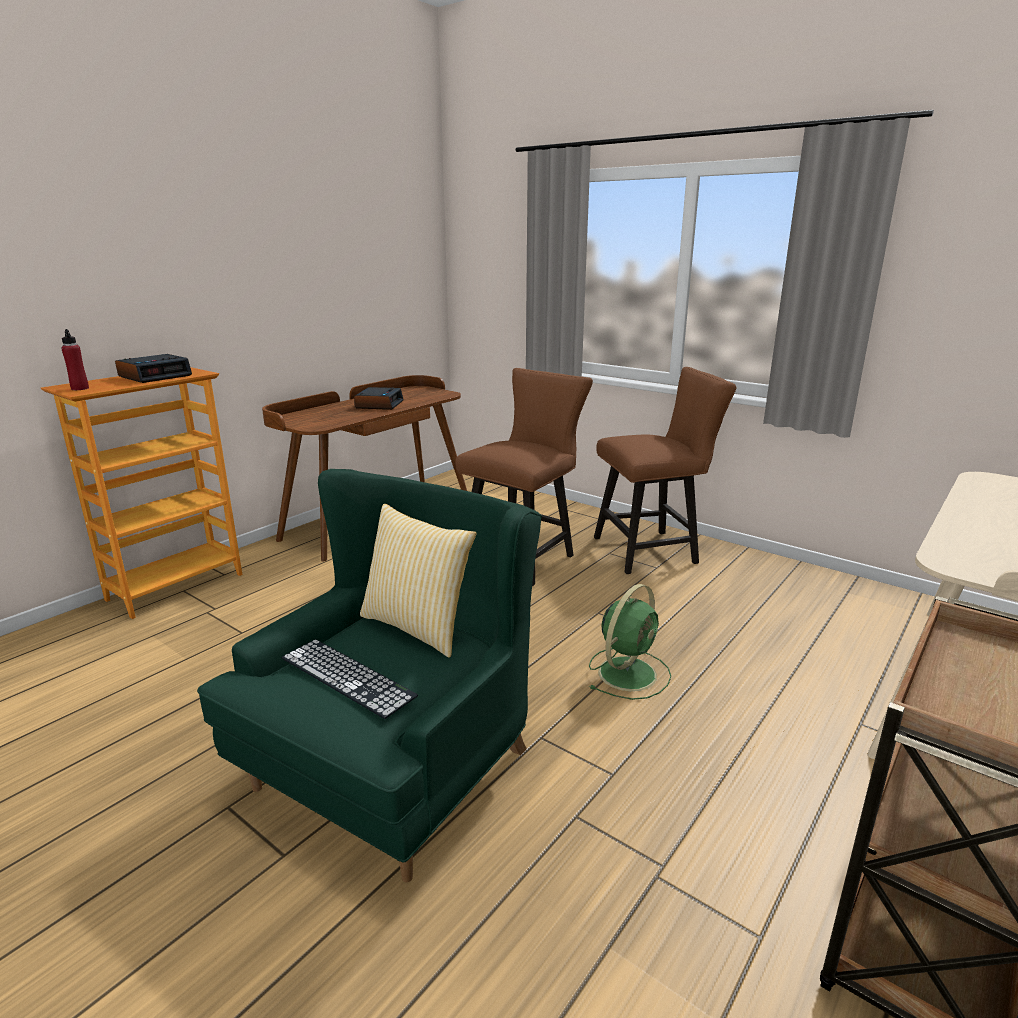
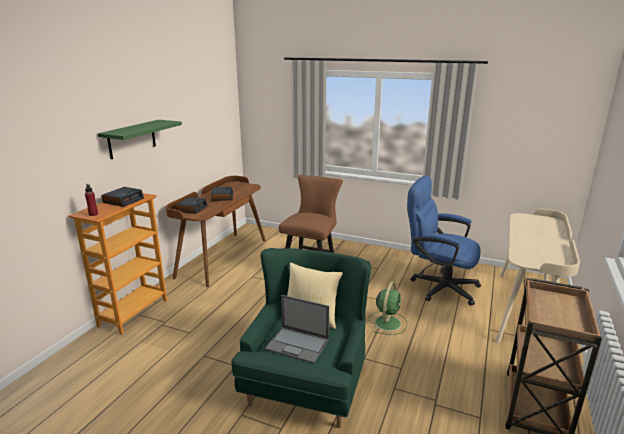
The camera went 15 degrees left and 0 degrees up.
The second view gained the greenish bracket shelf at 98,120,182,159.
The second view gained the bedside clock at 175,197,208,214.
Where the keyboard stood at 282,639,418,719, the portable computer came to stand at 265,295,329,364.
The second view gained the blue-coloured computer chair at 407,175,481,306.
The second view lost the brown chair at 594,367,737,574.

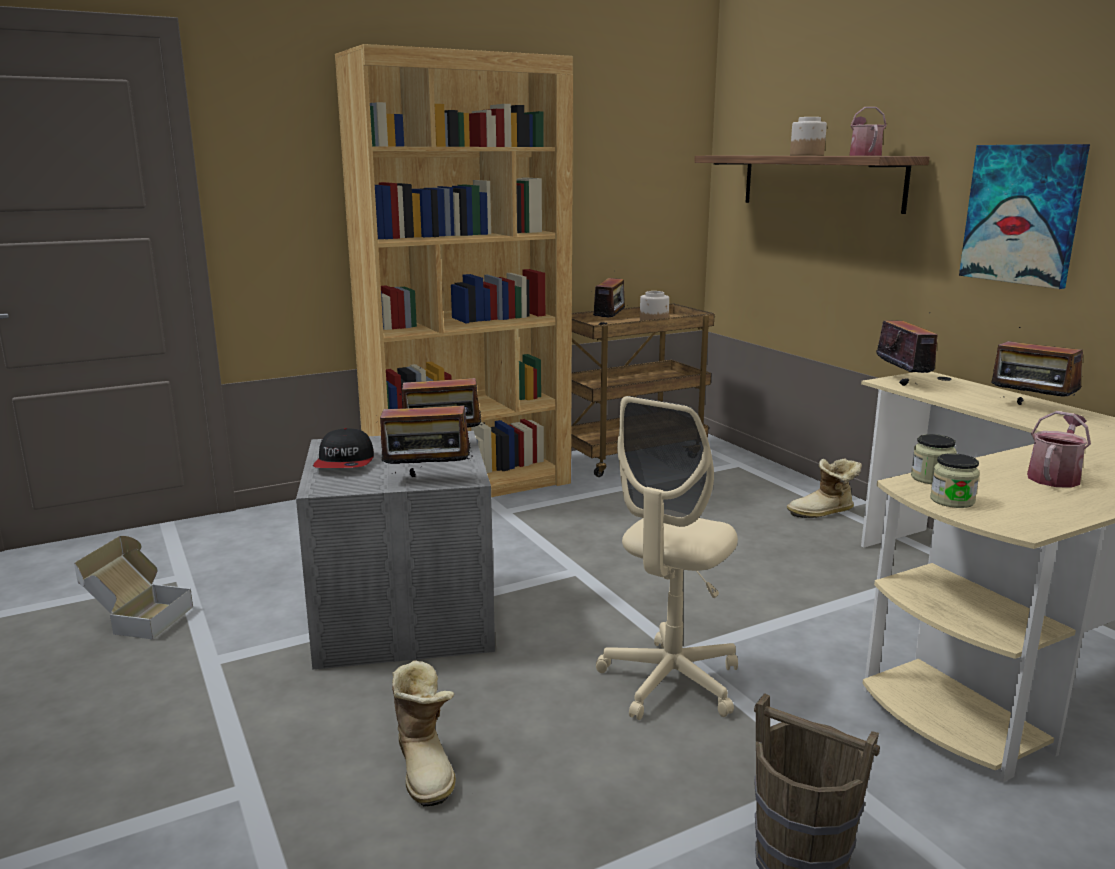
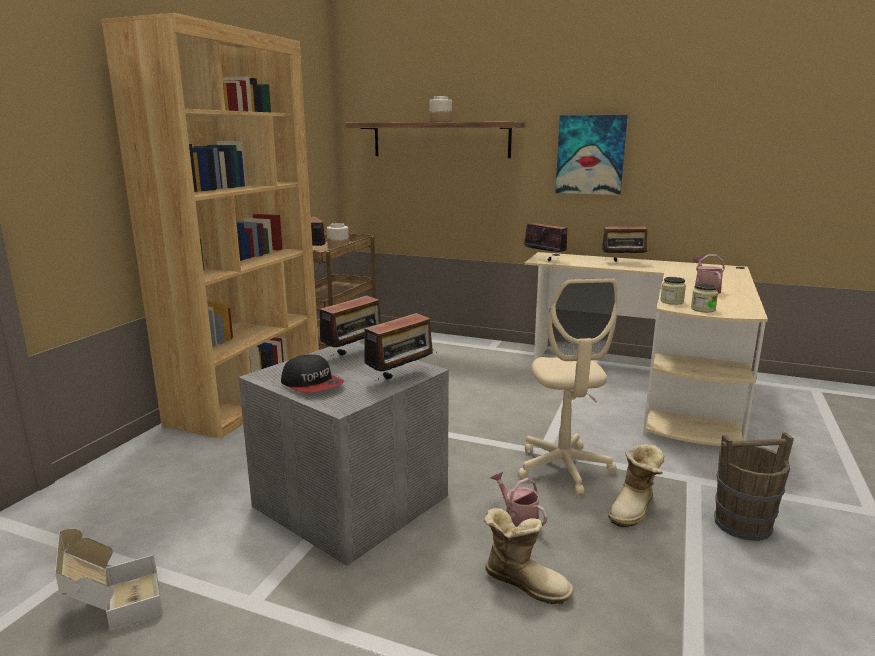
The camera went 40 degrees left and 0 degrees up.
The sprinkling can ended up elsewhere, having gone from 849,107,887,156 to 491,472,548,527.
The high-top boot ended up elsewhere, having gone from 787,458,862,518 to 608,444,665,527.

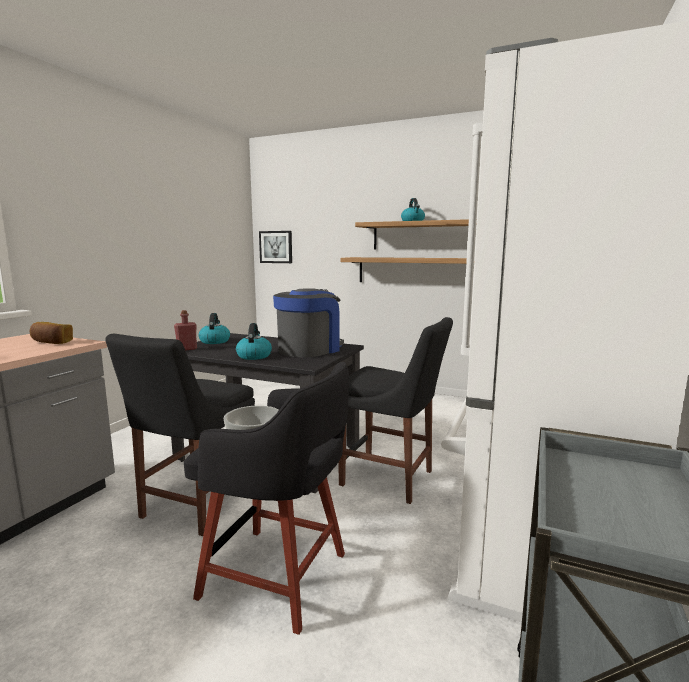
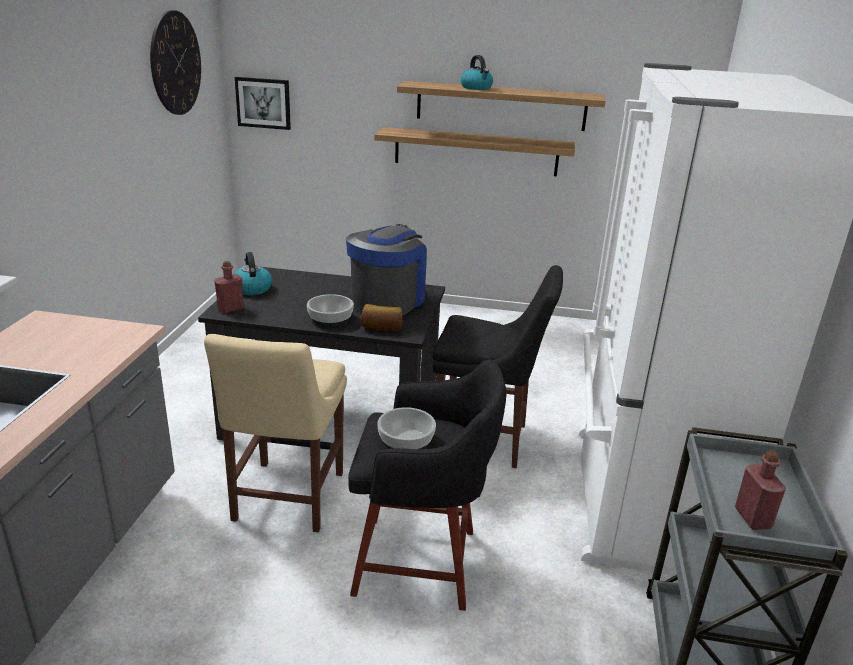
The camera went 15 degrees left and 15 degrees up.
The second view gained the hanging clock at 150,10,201,115.
What was the black chair at 105,334,255,536 turned into the sand-coloured chair at 204,334,347,532.
Where the water kettle stood at 236,323,272,360, the serving bowl came to stand at 307,294,354,327.
The bakery bread ended up elsewhere, having gone from 30,322,73,344 to 360,304,402,331.
The second view gained the reddish beverage bottle at 735,451,786,530.

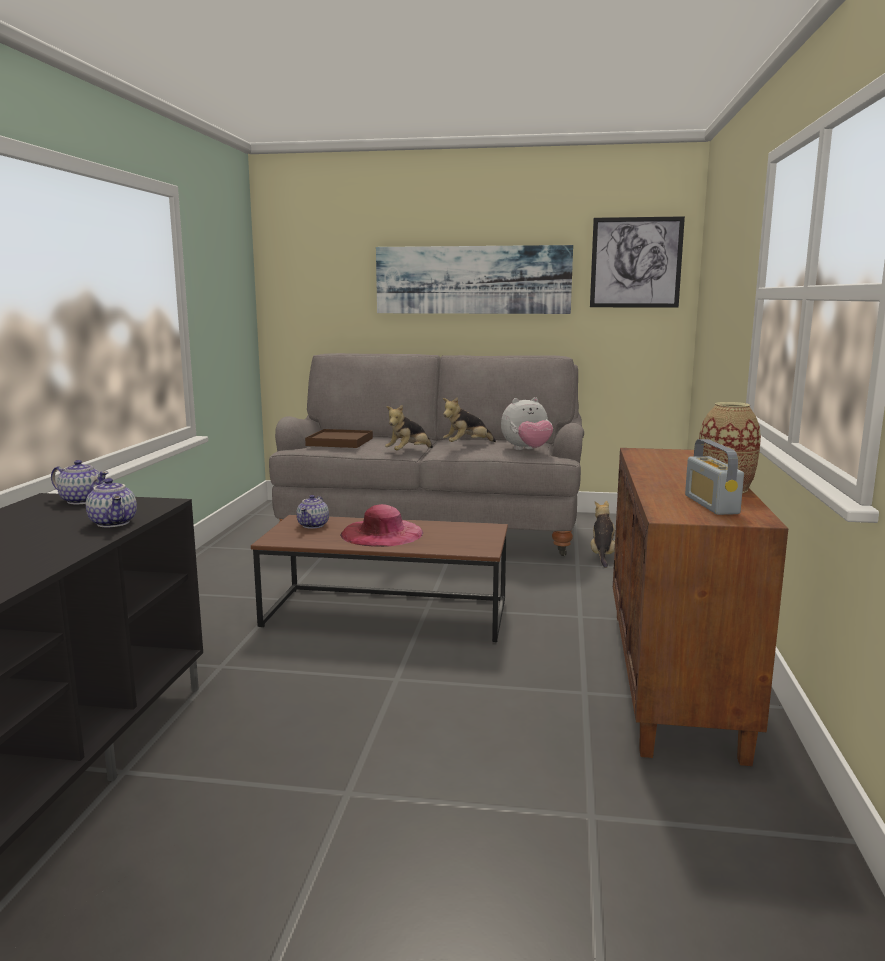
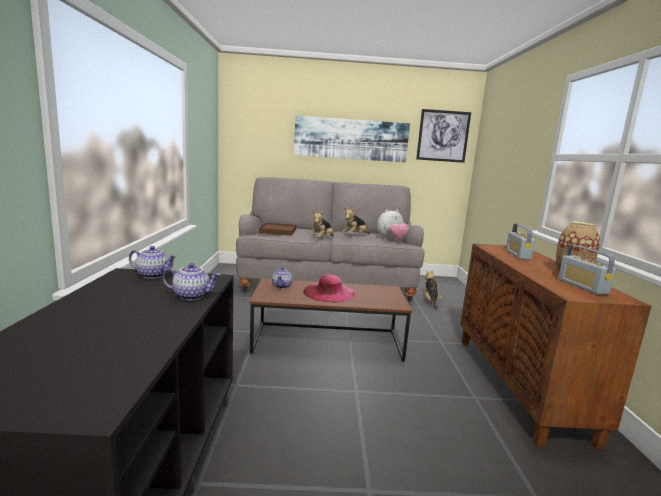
The camera went 10 degrees left and 0 degrees up.
The tea pot at 86,478,137,527 ended up facing another way, 45 degrees counterclockwise from before.
The second view gained the radio at 506,224,535,260.

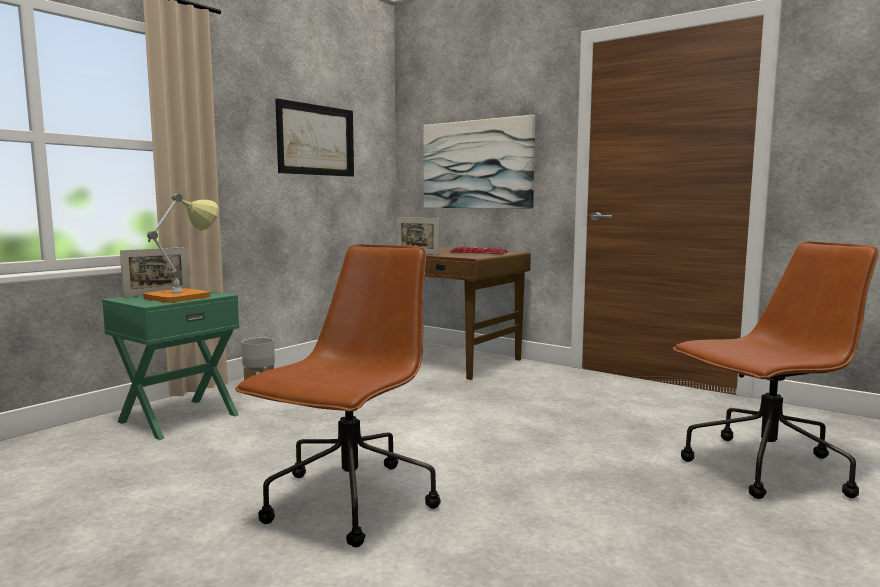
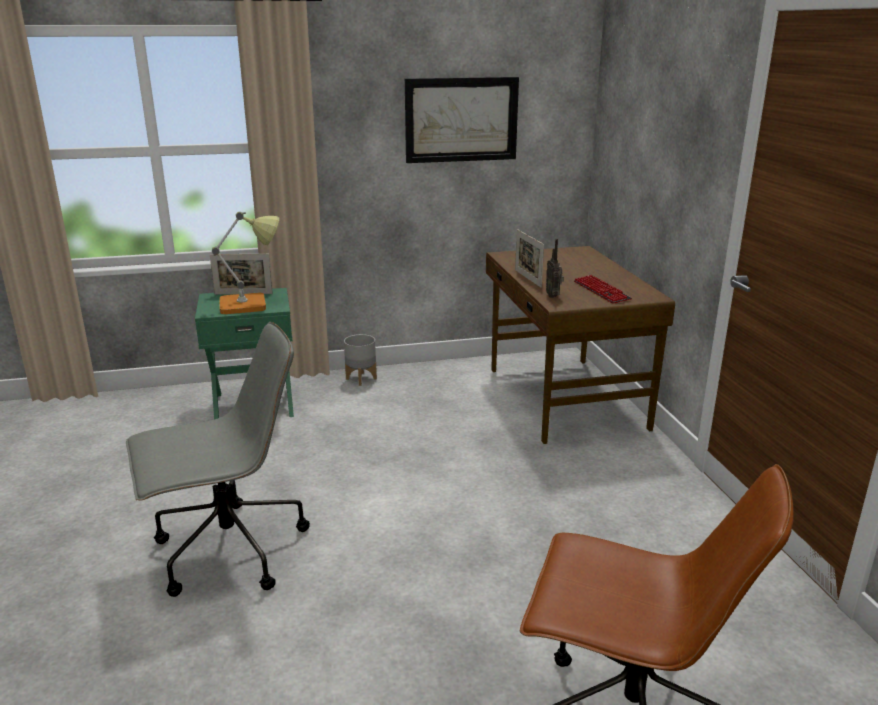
The camera went 40 degrees right and 15 degrees up.
What was the brown computer chair at 235,244,441,547 turned into the greyish computer chair at 126,322,310,597.
The second view gained the radio at 546,239,564,298.
The second view lost the wall picture at 423,115,535,209.

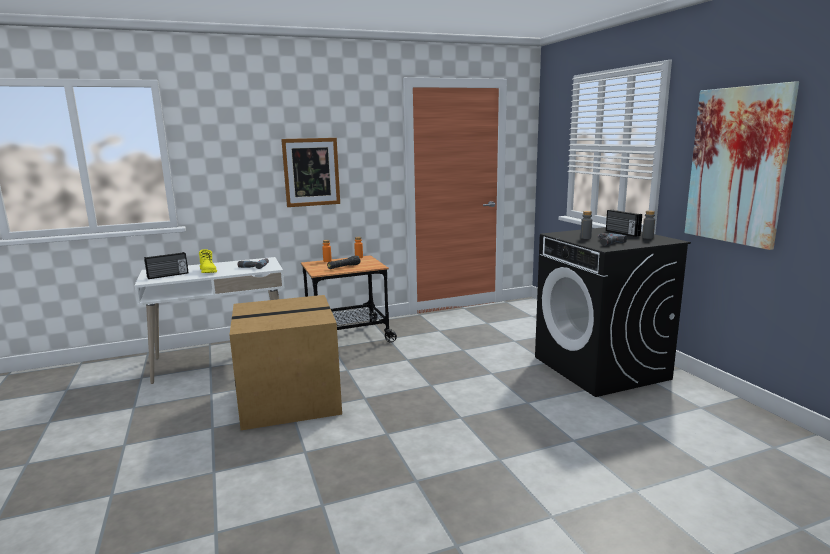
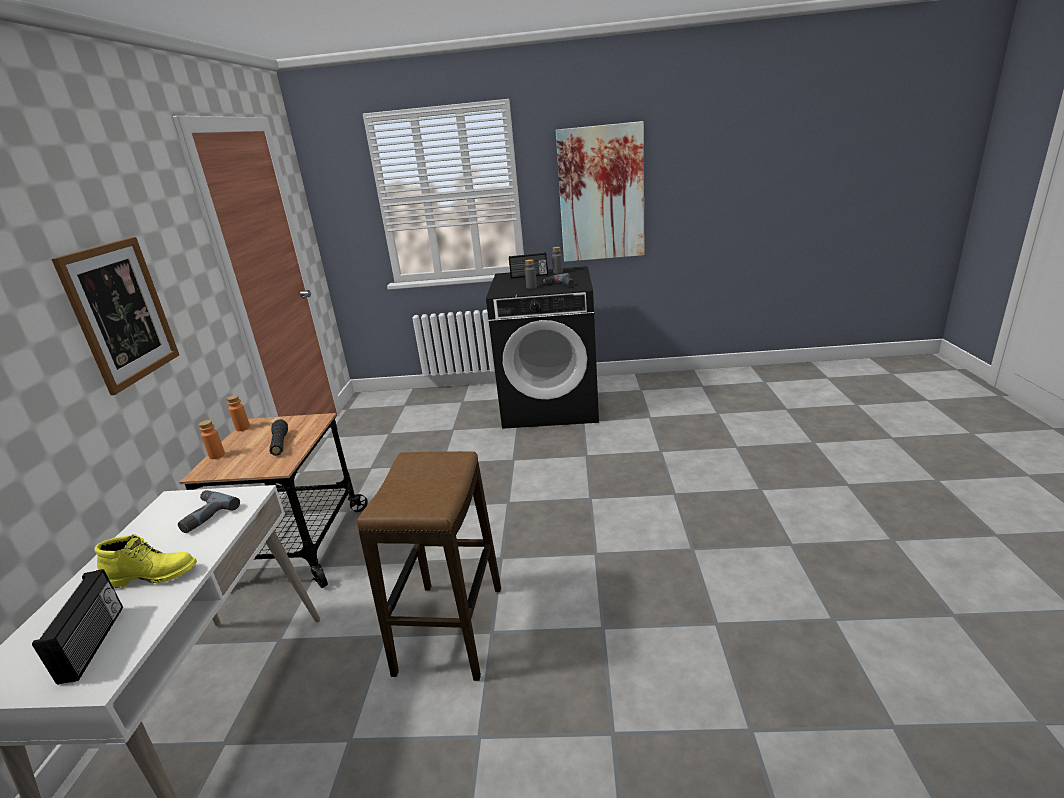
The camera went 65 degrees left and 10 degrees up.
Where the packing box stood at 229,295,342,430, the stool seat came to stand at 357,451,501,681.

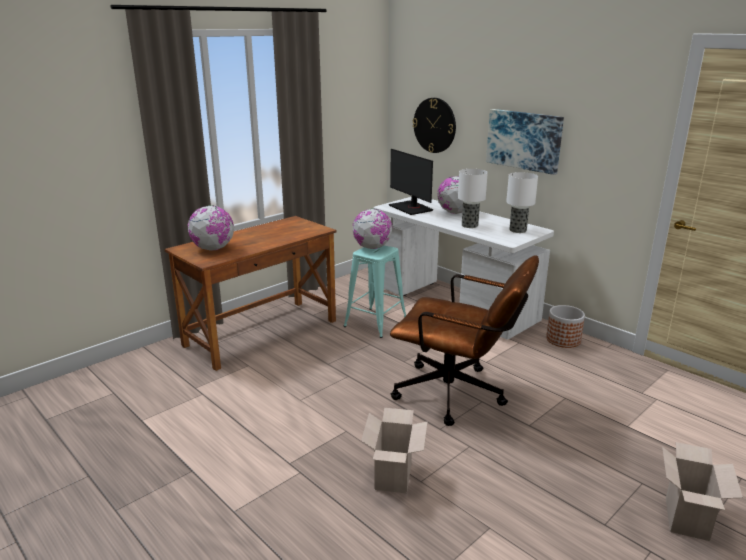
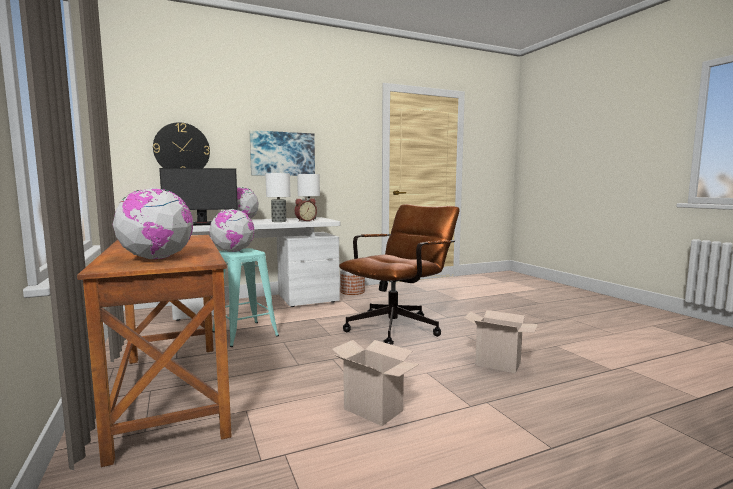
The camera went 70 degrees left and 15 degrees down.
The second view gained the bedside clock at 295,198,317,221.
The packing box ended up elsewhere, having gone from 662,442,743,541 to 332,340,419,426.

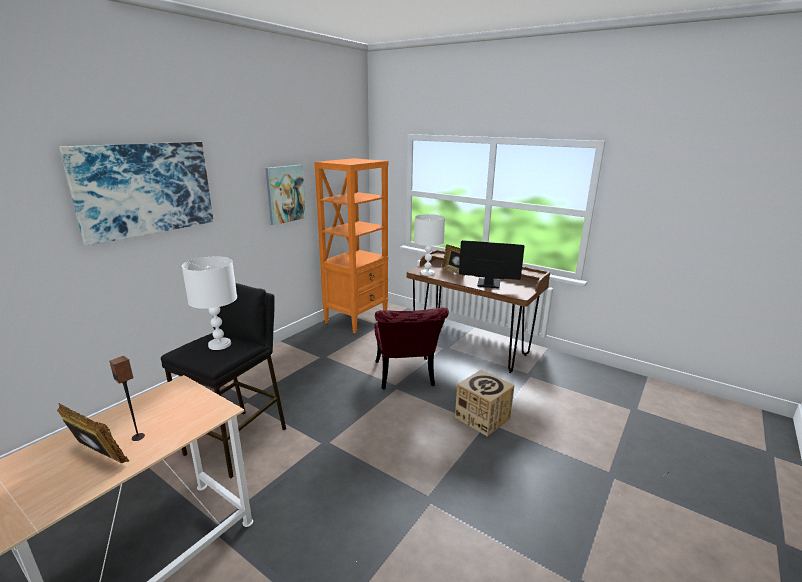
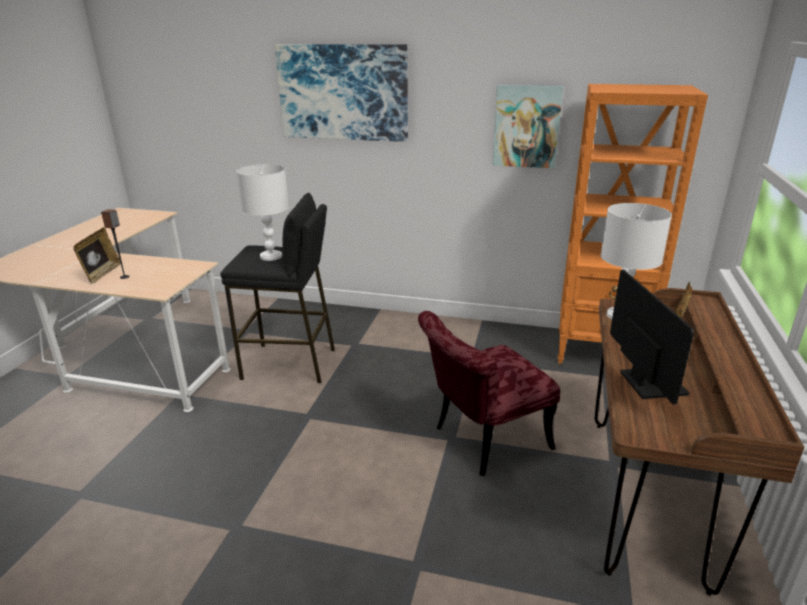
The camera went 70 degrees right and 5 degrees up.
The second view lost the packing box at 455,370,515,437.

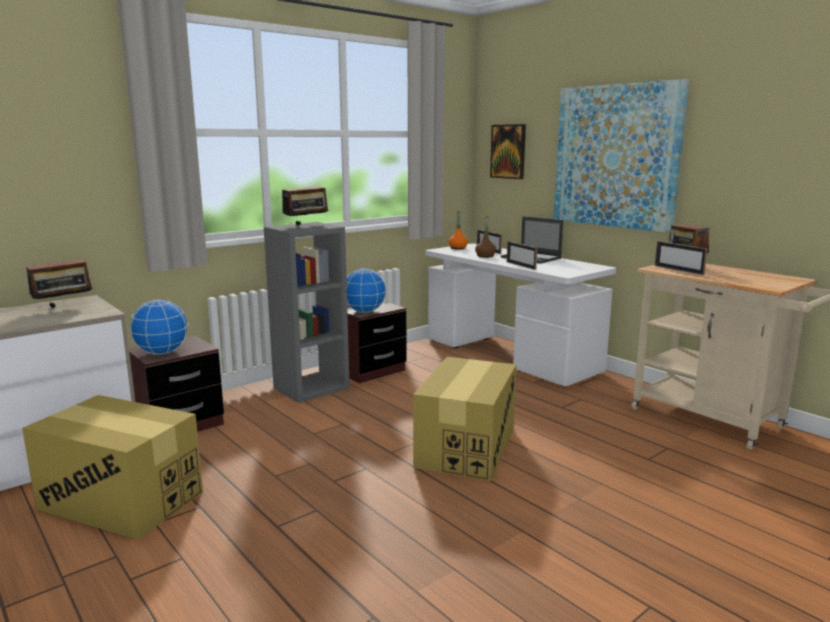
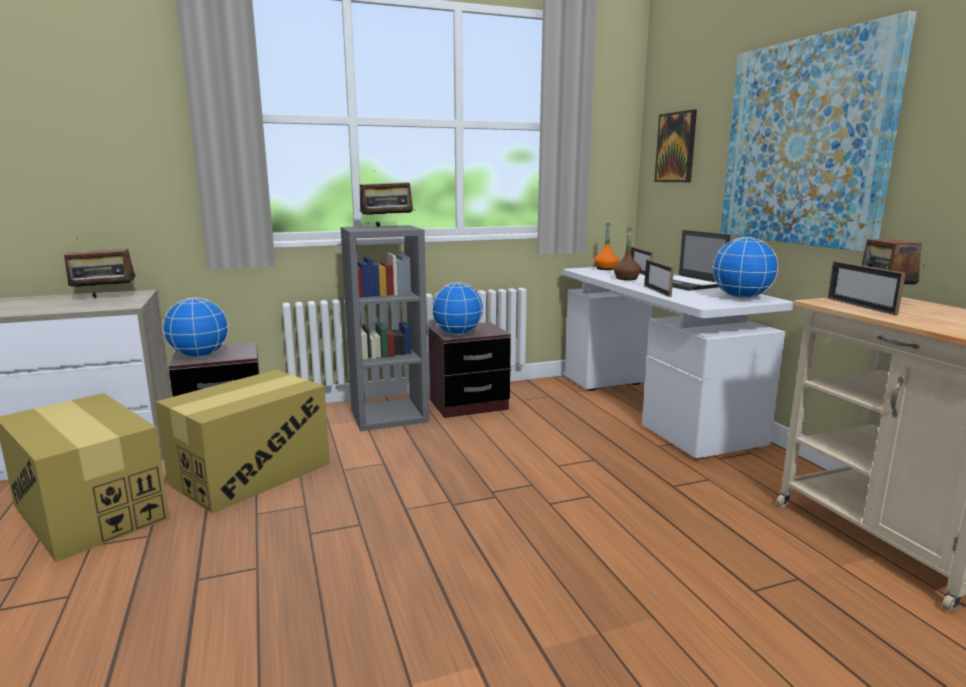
The camera went 20 degrees right and 0 degrees up.
The packing box ended up elsewhere, having gone from 413,357,516,481 to 155,370,330,514.
The second view gained the desk globe at 712,237,779,299.

